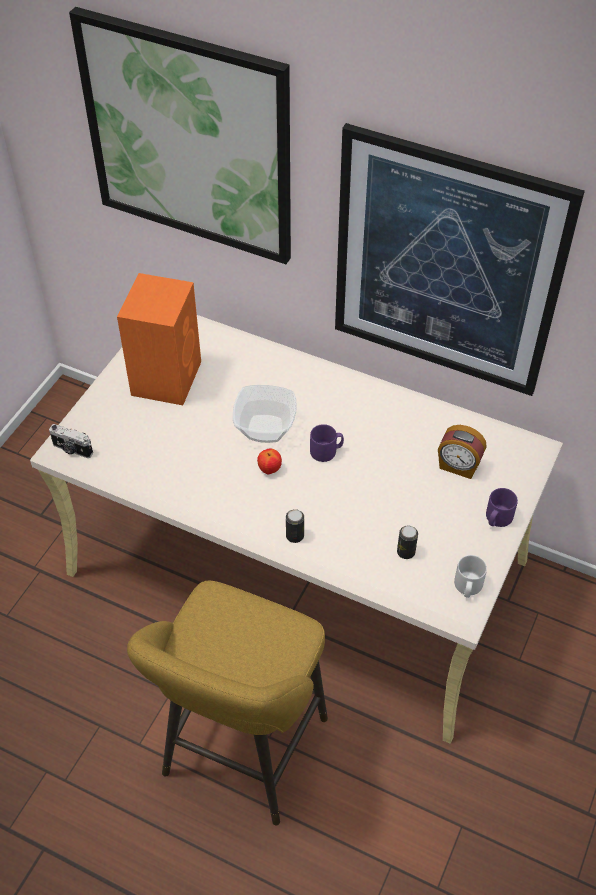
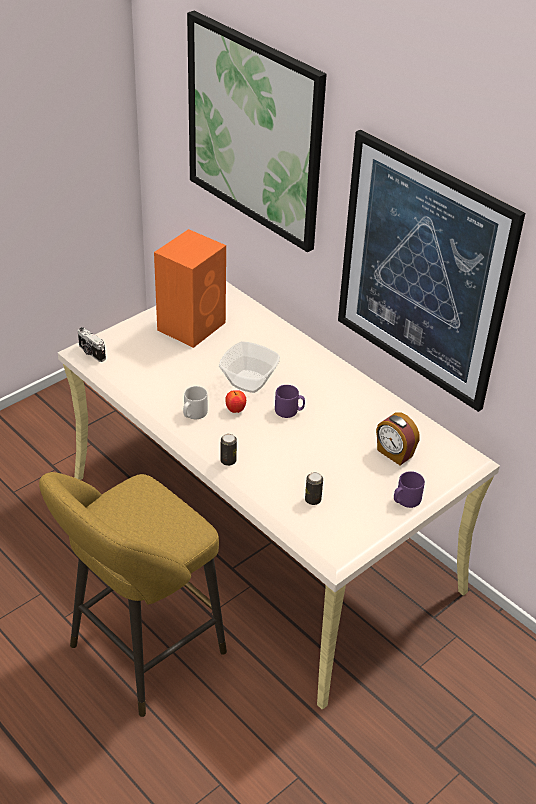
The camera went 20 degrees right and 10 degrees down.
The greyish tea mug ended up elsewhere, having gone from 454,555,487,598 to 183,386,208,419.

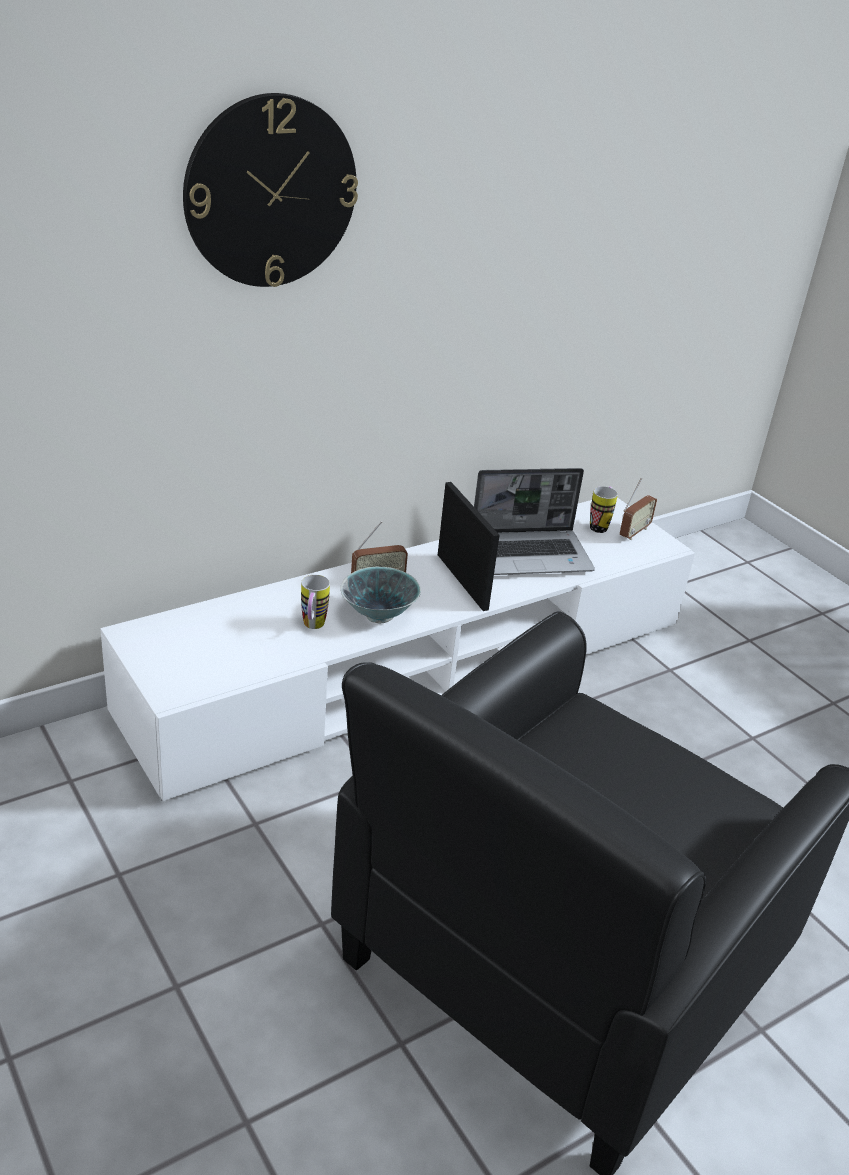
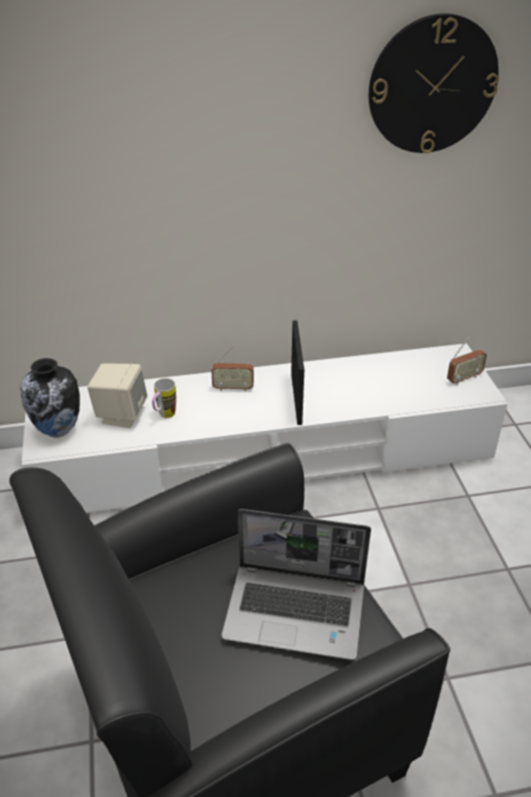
The camera went 25 degrees right and 5 degrees up.
The second view gained the decorative vase at 20,358,80,438.
The second view gained the sand-coloured speaker at 87,364,147,428.
The portable computer ended up elsewhere, having gone from 474,468,595,575 to 222,509,371,660.
The hanging clock ended up elsewhere, having gone from 183,93,358,287 to 369,13,499,153.
The second view lost the serving bowl at 340,566,421,623.
The second view lost the tea mug at 590,486,618,533.

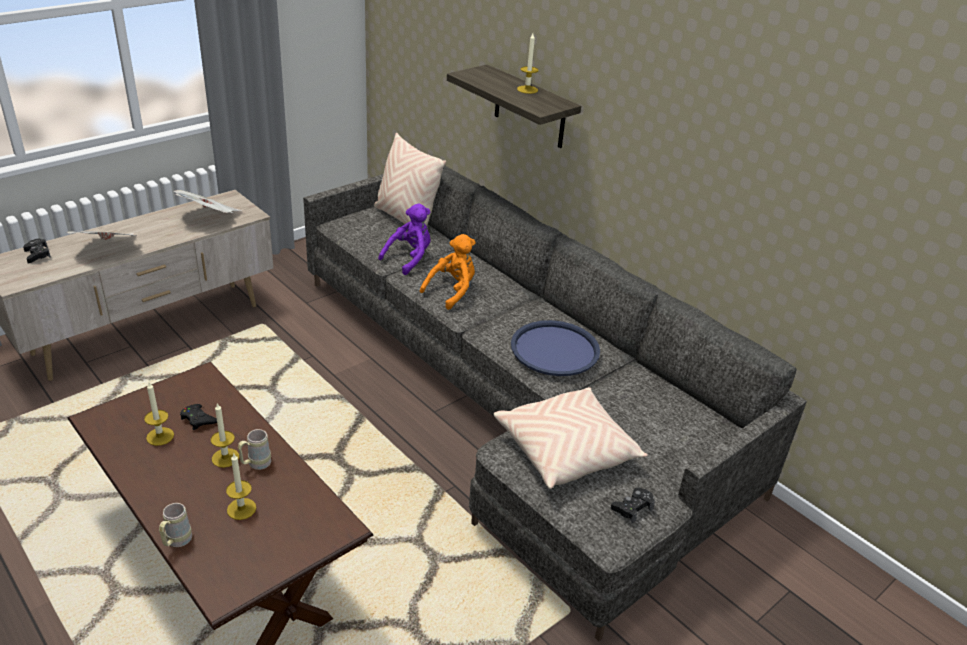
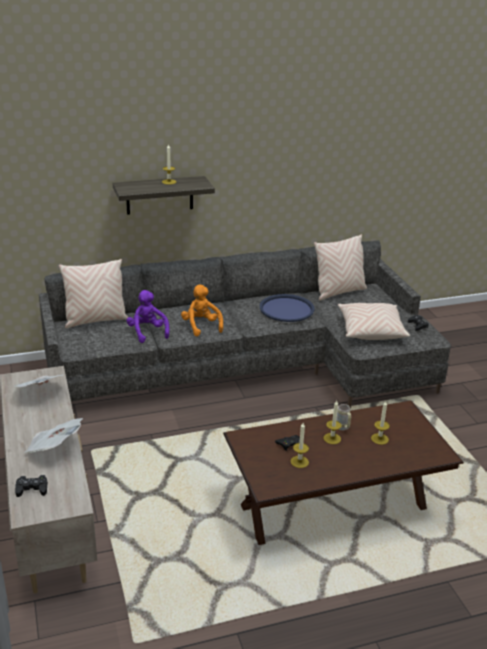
The camera went 65 degrees left and 5 degrees down.
The second view gained the sand-coloured throw pillow at 314,234,367,301.
The second view lost the sand-coloured tea mug at 159,503,192,547.

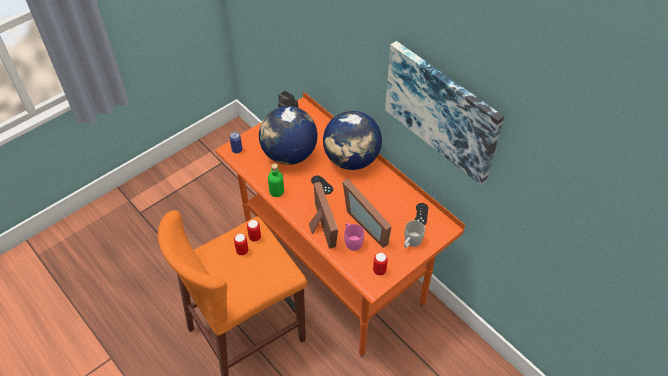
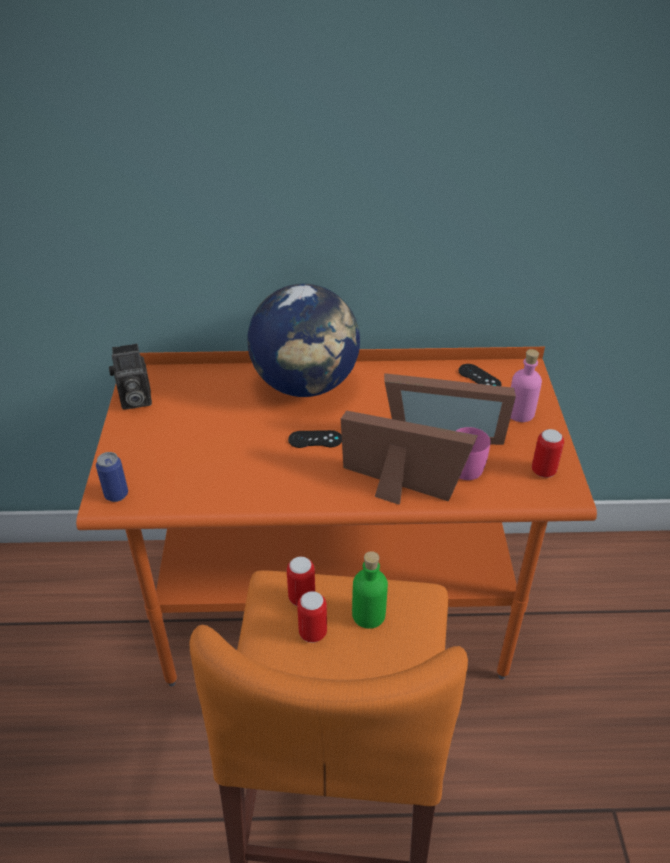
The camera went 50 degrees left and 10 degrees down.
The greenish beverage bottle ended up elsewhere, having gone from 268,164,284,197 to 352,551,388,629.
Where the white-coloured tea mug stood at 404,220,425,248, the pinkish beverage bottle came to stand at 511,349,542,422.
The second view lost the desk globe at 259,106,318,165.
The second view lost the wall picture at 385,41,504,185.

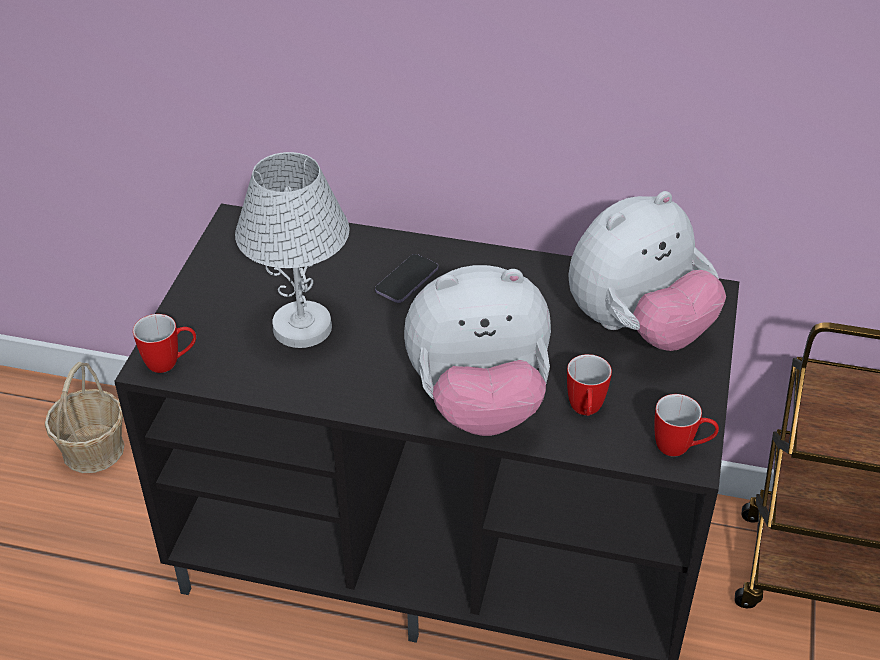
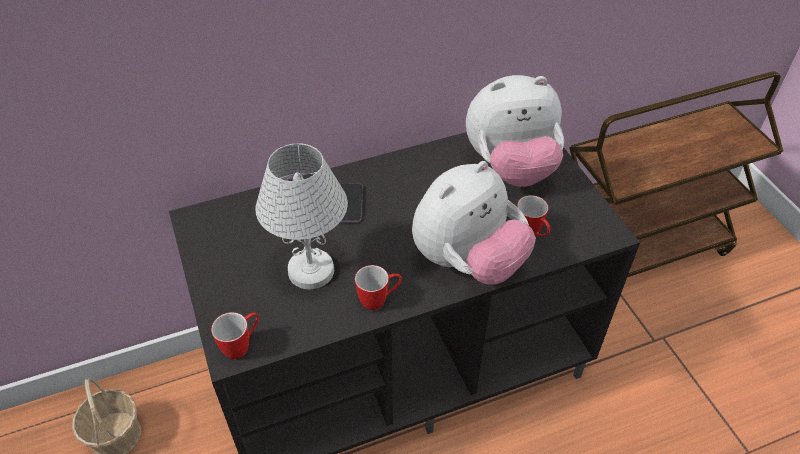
The camera went 35 degrees left and 5 degrees up.
The tea mug ended up elsewhere, having gone from 654,394,719,457 to 355,265,402,310.
The cuddly toy at 568,191,726,351 ended up facing another way, 60 degrees clockwise from before.

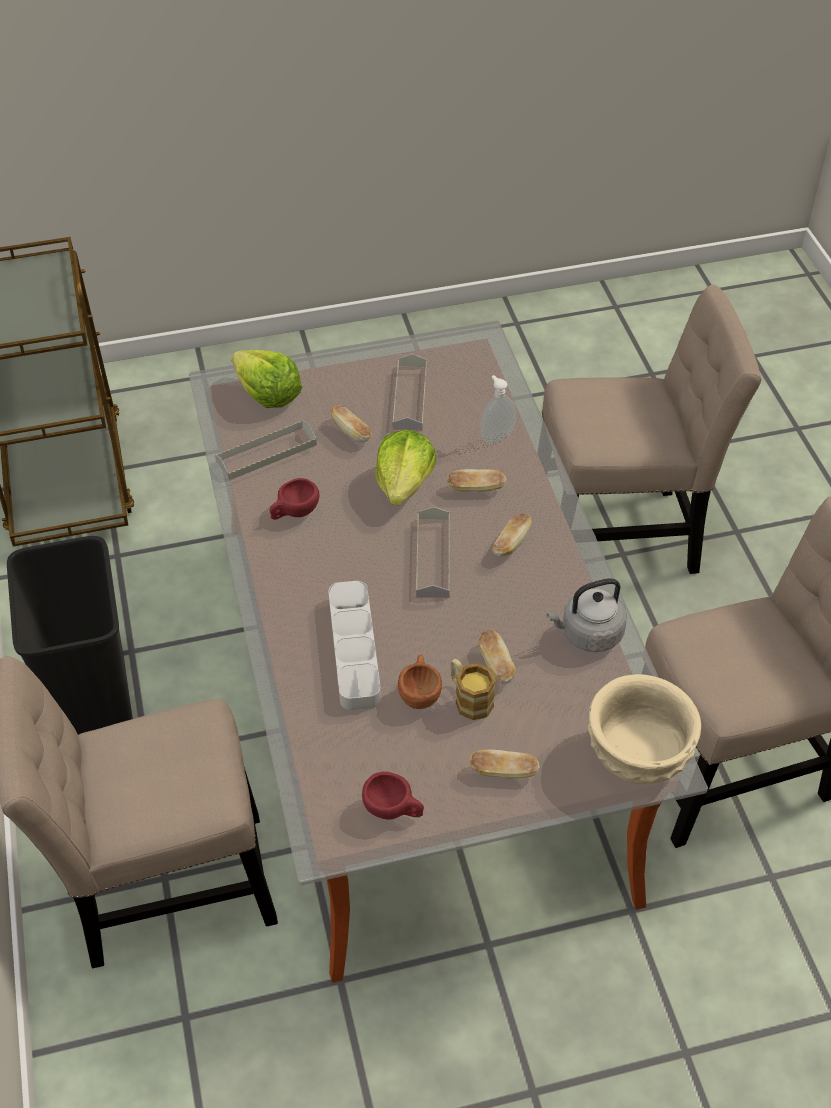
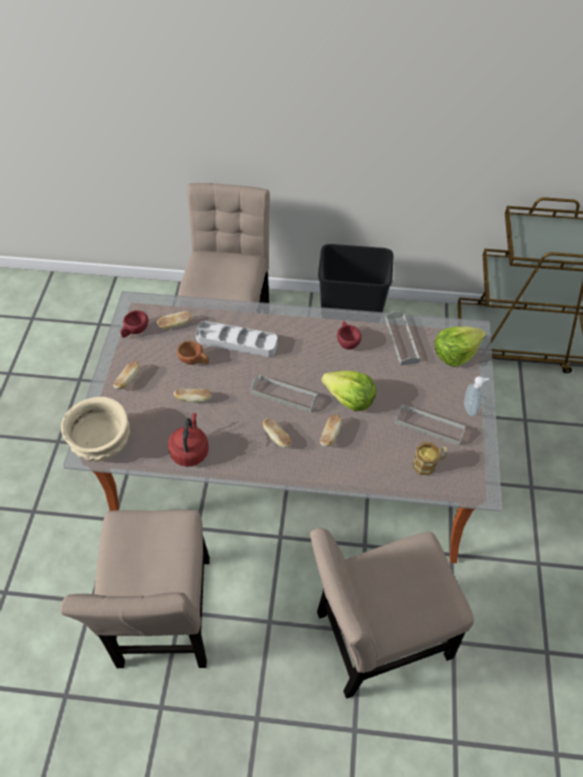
The camera went 110 degrees right and 5 degrees up.
The bakery bread ended up elsewhere, having gone from 331,405,372,442 to 157,311,192,329.
What was the greyish water kettle at 547,578,627,652 turned into the reddish water kettle at 168,413,209,467.
The sand-coloured chair at 542,285,761,574 ended up facing another way, 60 degrees clockwise from before.
The tea mug ended up elsewhere, having gone from 450,659,496,720 to 413,442,448,475.
The liquid soap bottle ended up elsewhere, having gone from 480,375,516,443 to 464,376,489,416.

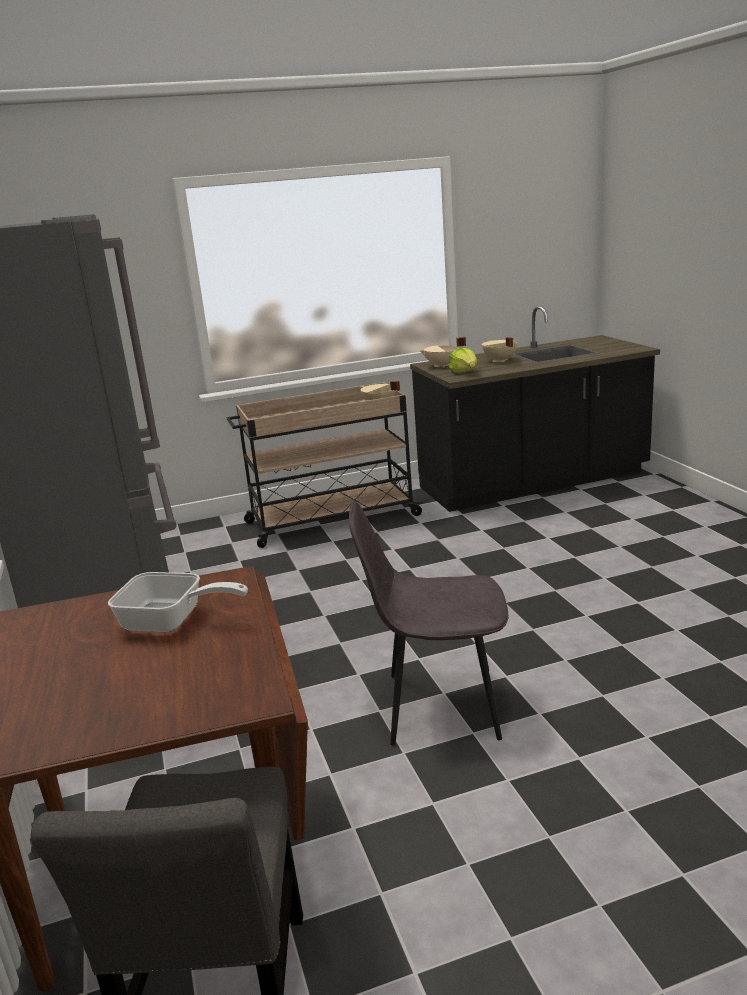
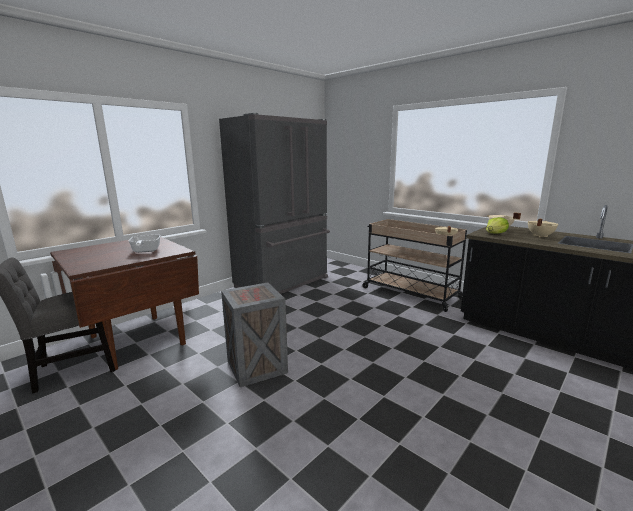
The camera went 60 degrees right and 5 degrees down.
Where the greyish chair stood at 349,500,508,746, the packing crate came to stand at 221,282,288,387.

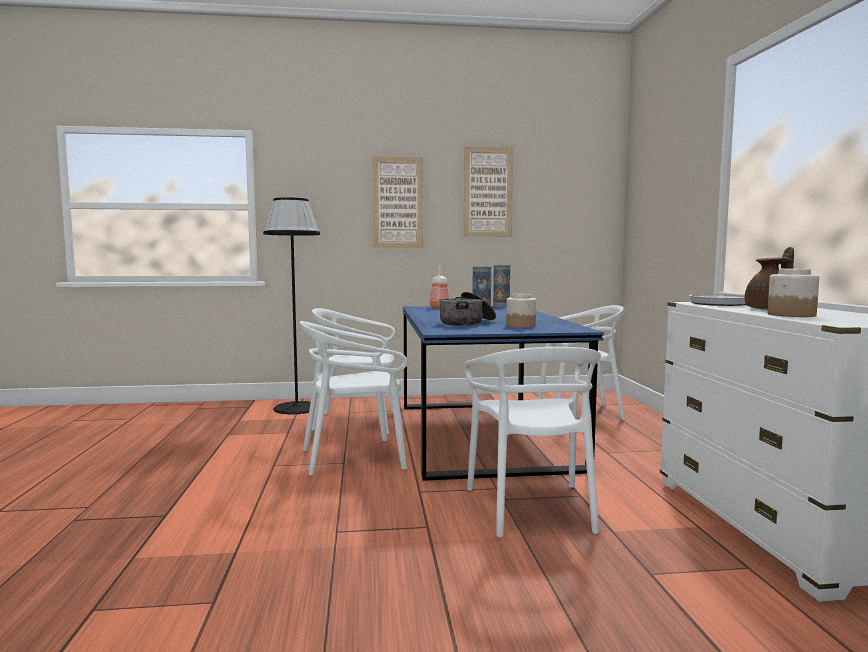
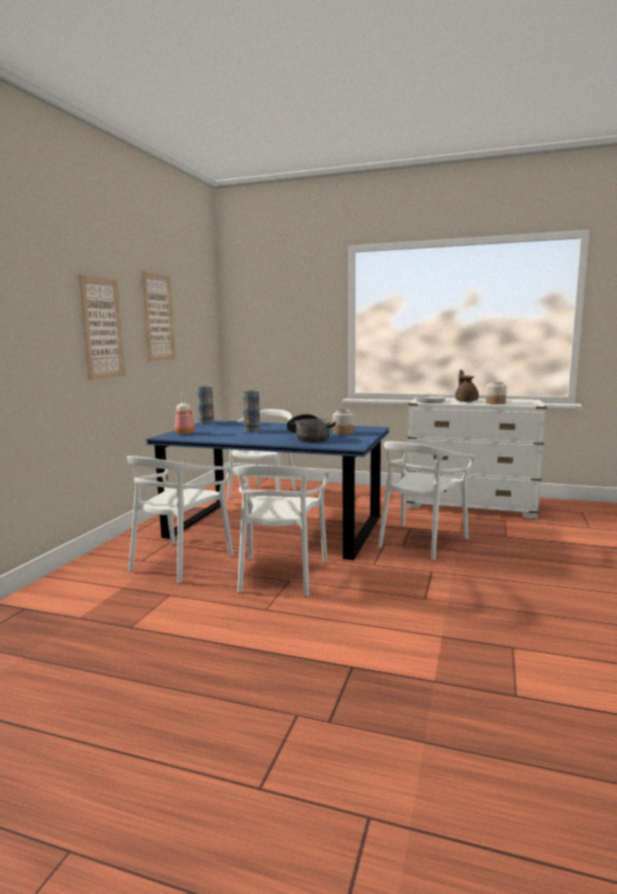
The camera went 65 degrees left and 5 degrees up.
The white-coloured chair at 464,347,601,538 ended up facing another way, 105 degrees clockwise from before.
The second view lost the black floor lamp at 263,197,320,414.

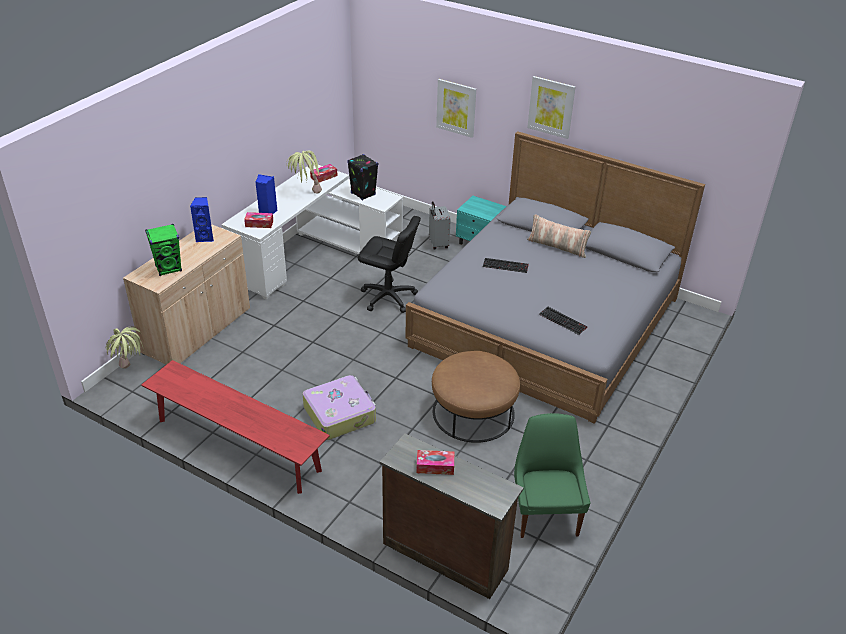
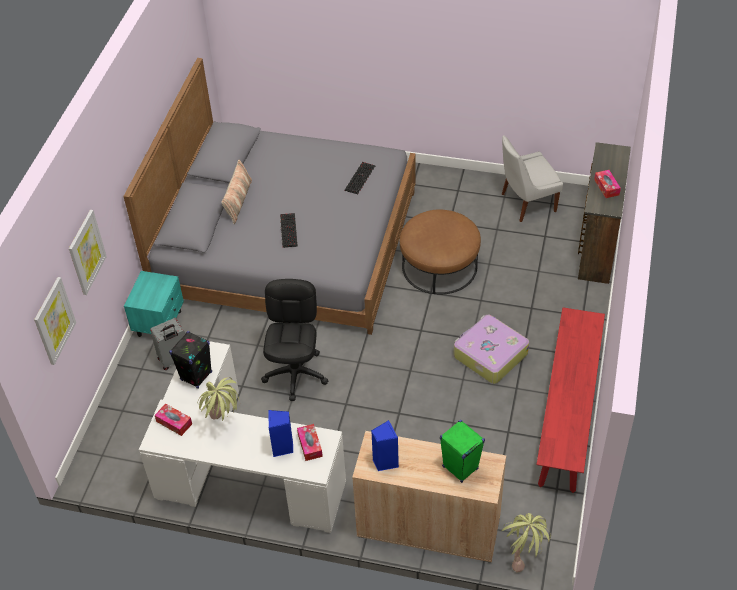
The camera went 105 degrees left and 10 degrees up.
The wall picture ended up elsewhere, having gone from 527,76,576,139 to 34,277,76,365.
What was the greenish chair at 514,413,590,538 turned into the white-coloured chair at 502,135,563,222.

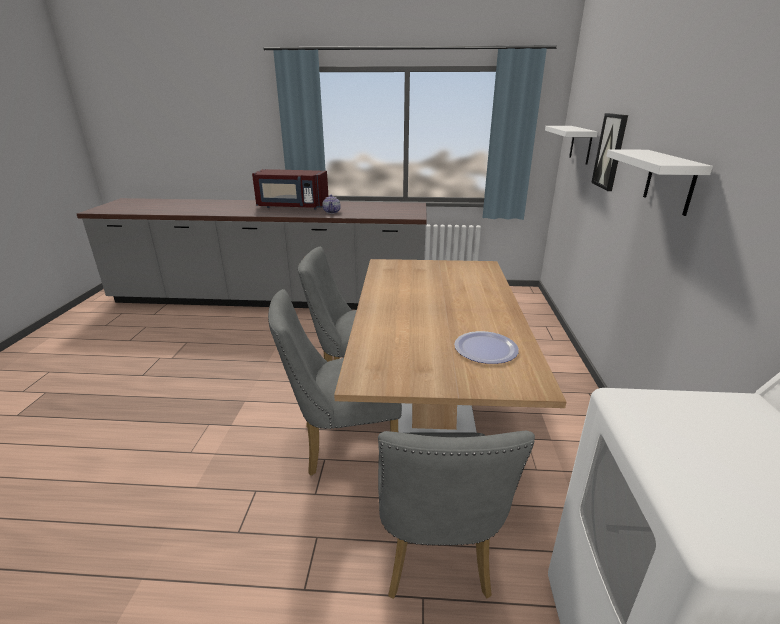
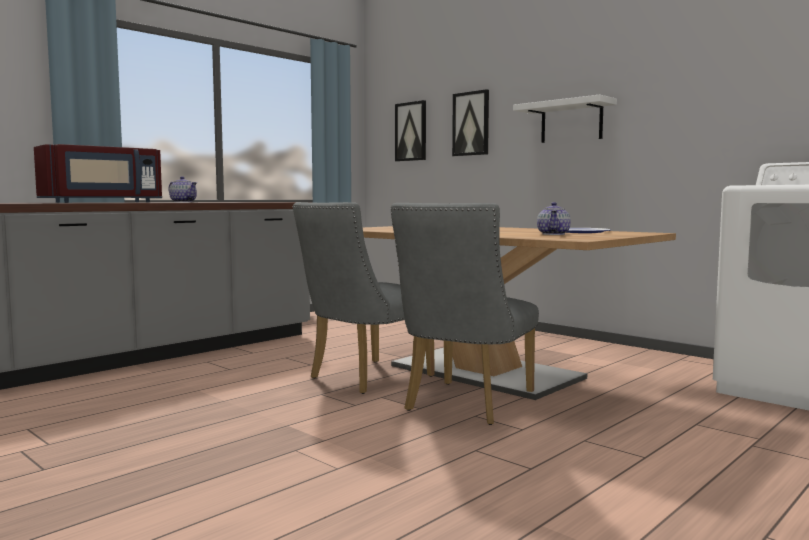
The camera went 50 degrees left and 20 degrees down.
Where the white-coloured bracket shelf hung at 545,126,598,165, the wall picture came to hang at 395,100,426,162.
The second view gained the tea pot at 537,202,571,235.
The second view lost the greyish chair at 378,431,535,599.

